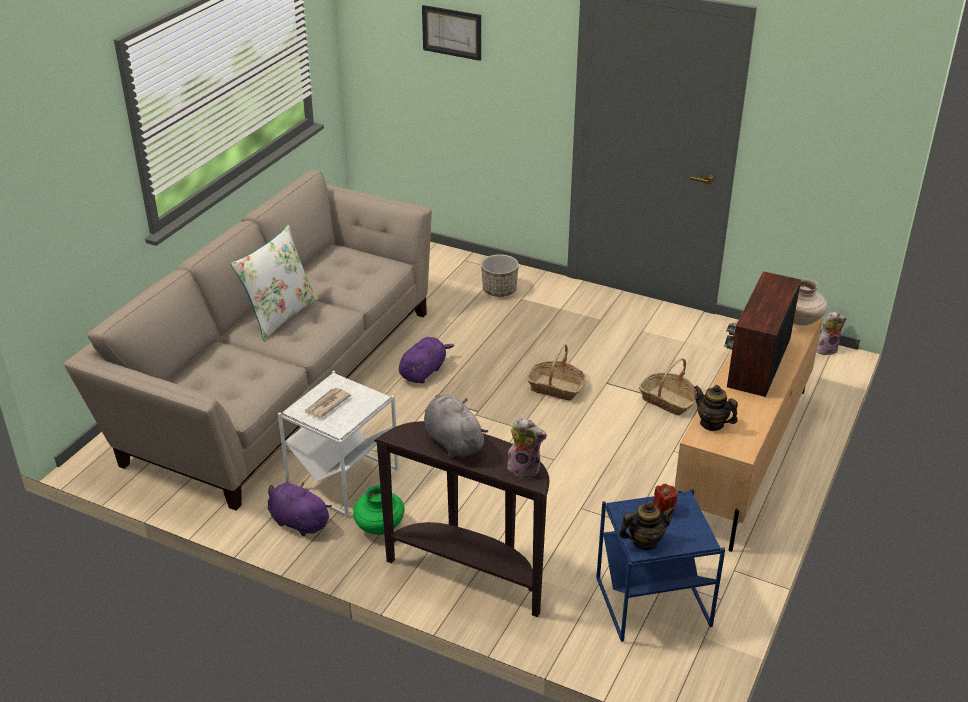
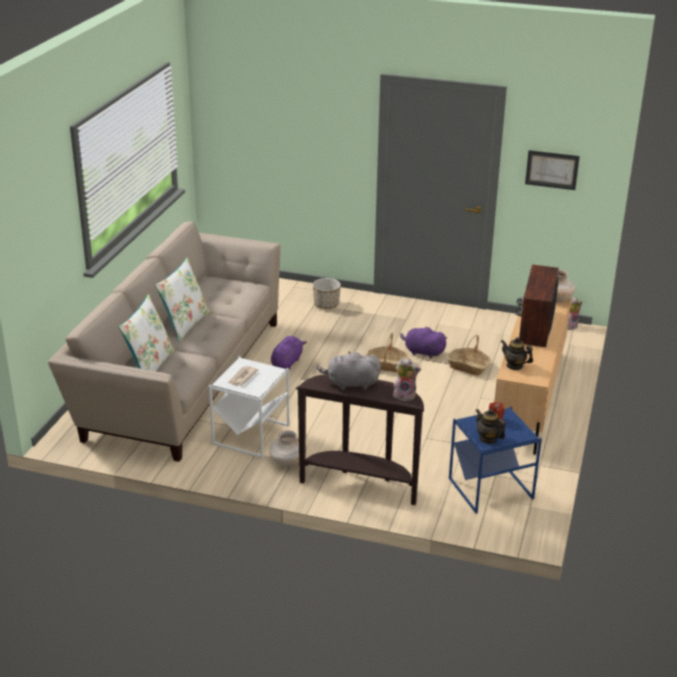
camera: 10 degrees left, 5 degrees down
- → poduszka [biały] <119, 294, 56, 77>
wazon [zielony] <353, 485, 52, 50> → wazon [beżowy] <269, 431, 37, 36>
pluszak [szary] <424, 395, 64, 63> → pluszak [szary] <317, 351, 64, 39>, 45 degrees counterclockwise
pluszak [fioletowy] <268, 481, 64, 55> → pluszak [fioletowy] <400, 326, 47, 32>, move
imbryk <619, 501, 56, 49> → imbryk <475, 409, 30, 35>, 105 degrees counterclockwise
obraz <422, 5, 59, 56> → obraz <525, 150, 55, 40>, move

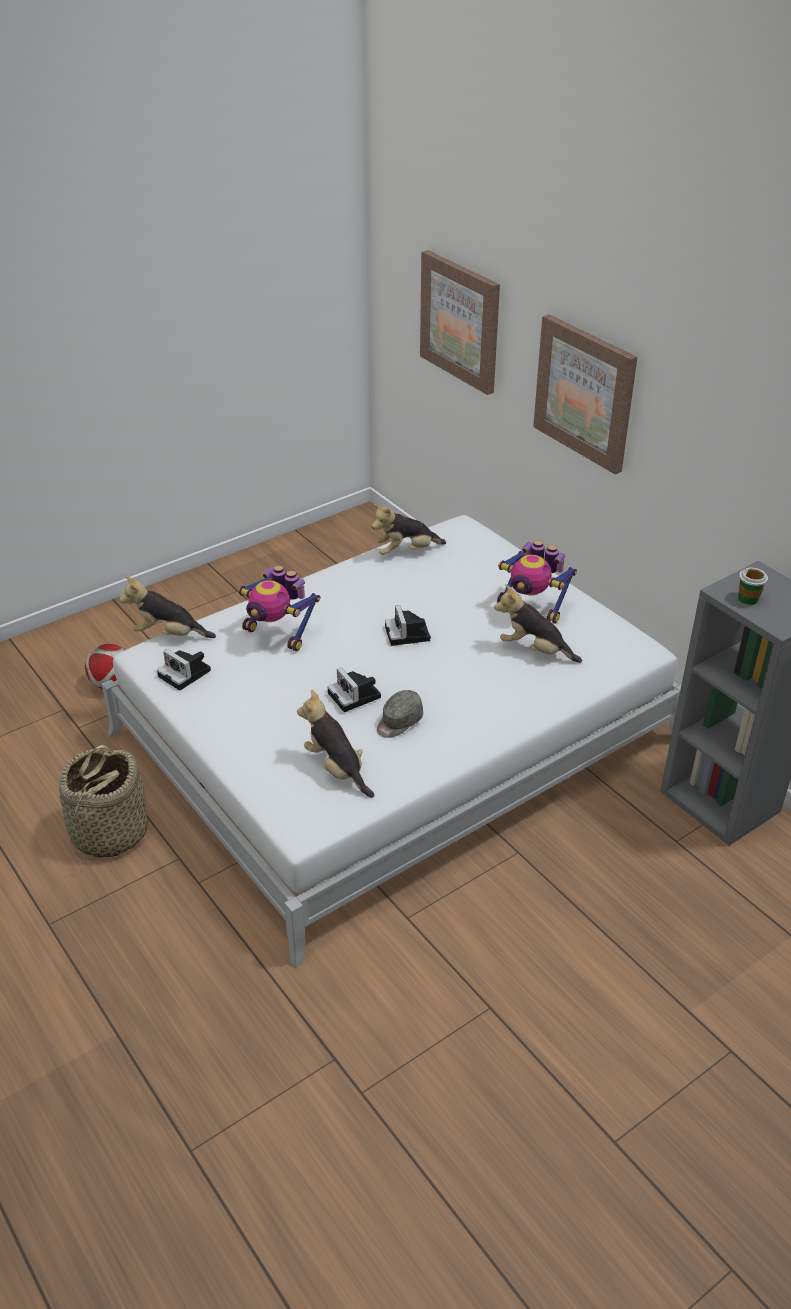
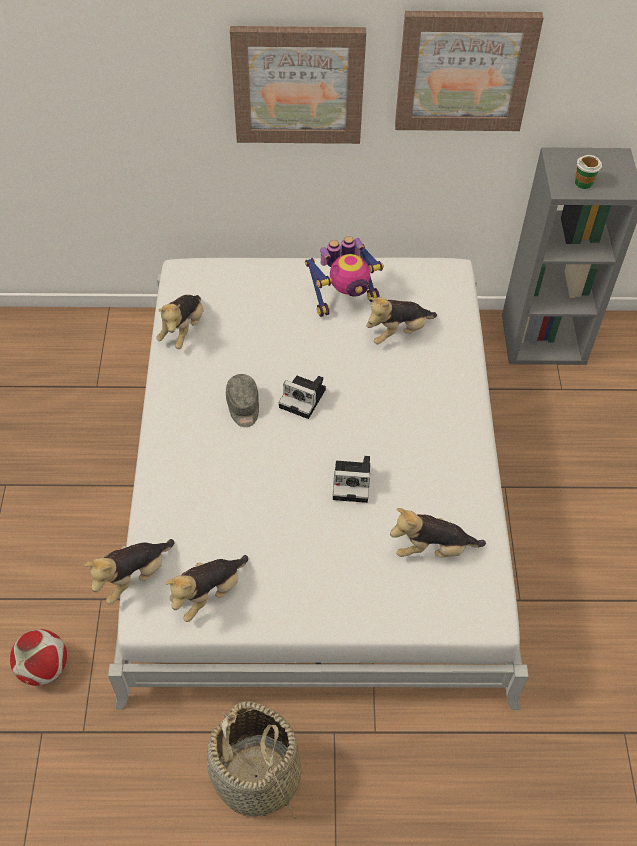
camera: 55 degrees left, 15 degrees up
aparat fotograficzny <157, 649, 54, 42> → pluszak <165, 555, 83, 67>
czapka z daszkiem [szary] <377, 690, 46, 48> → czapka z daszkiem [szary] <226, 374, 33, 53>, move
obraz <420, 250, 80, 145> → obraz <395, 11, 149, 120>, move
robot zabawkowy <239, 565, 81, 86> → -

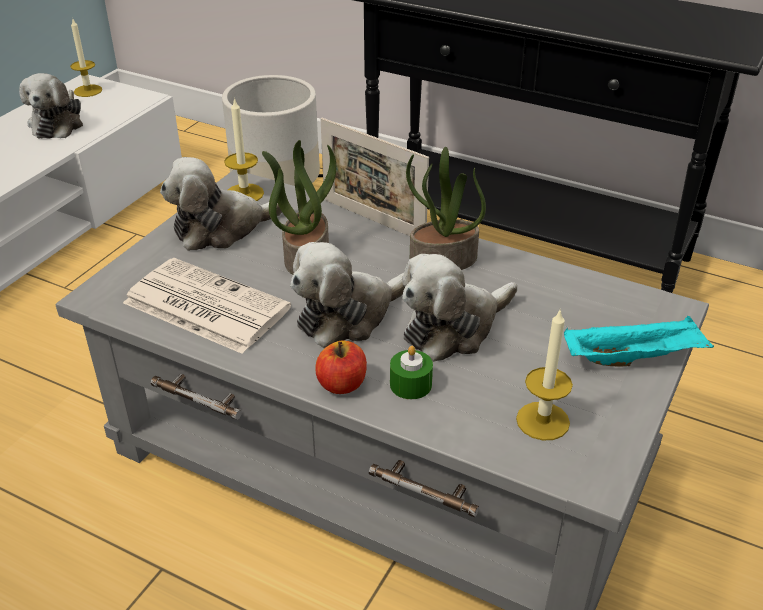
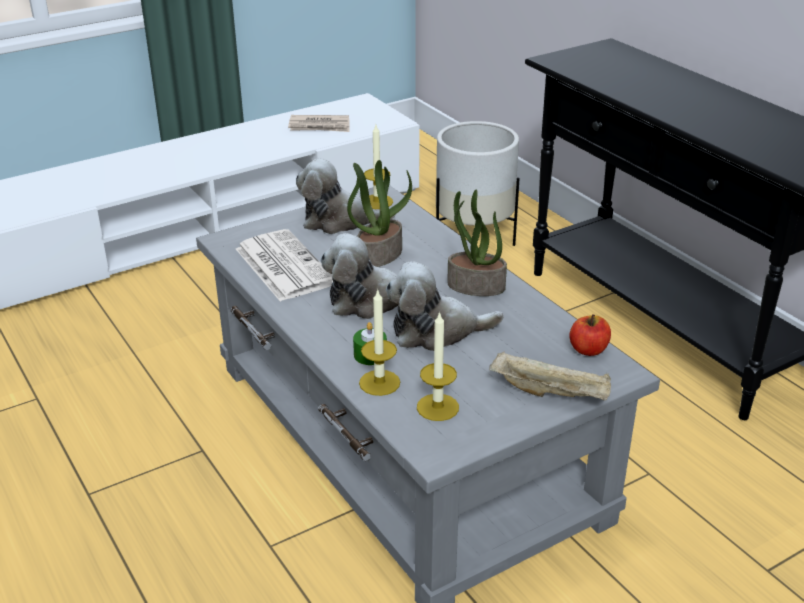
camera: 30 degrees right, 5 degrees down
pluszak <19, 73, 64, 66> → gazeta <288, 115, 62, 17>
świeca <70, 19, 32, 78> → świeca <359, 289, 41, 107>, move
taca [turkusowy] <564, 316, 150, 50> → taca [beżowy] <489, 351, 122, 49>
jabłko <315, 340, 52, 54> → jabłko <569, 314, 42, 42>, move
ramka na zdjęcie <320, 118, 109, 118> → -

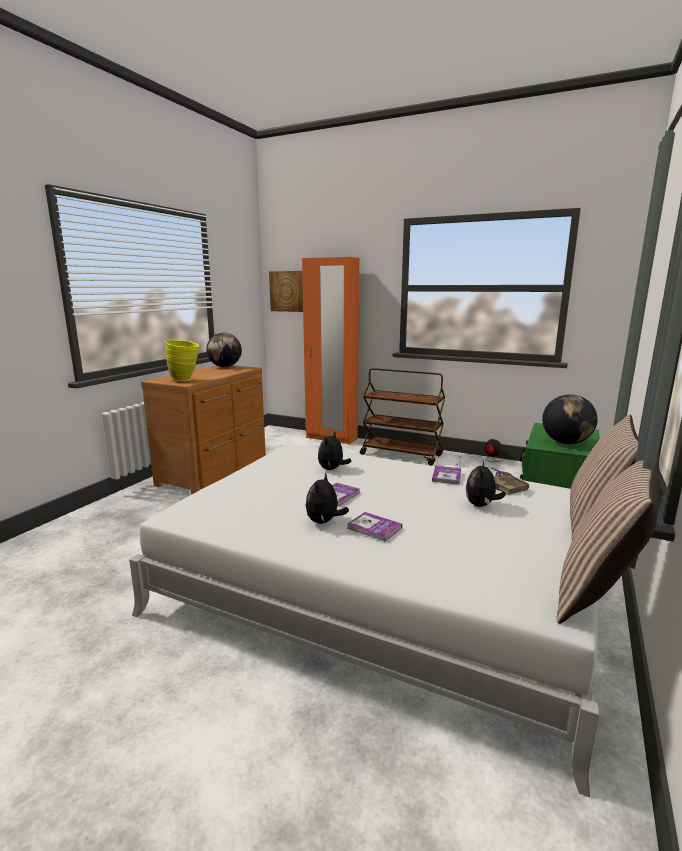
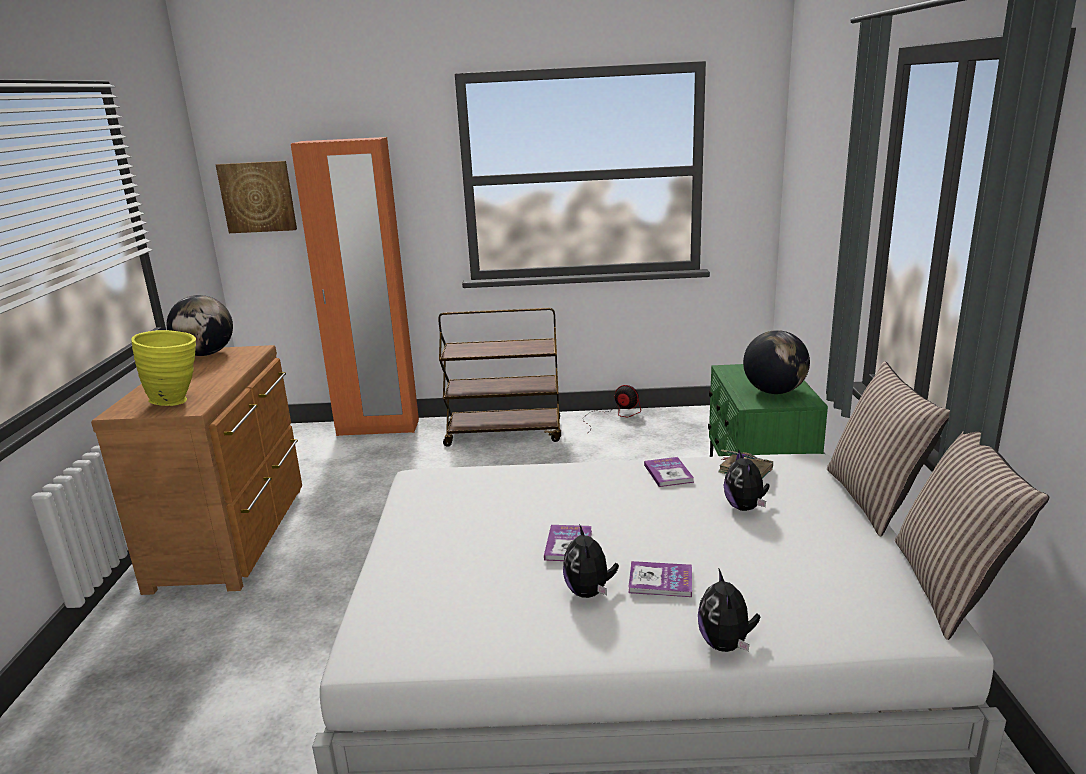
camera: 25 degrees left, 5 degrees up
pluszak <318, 431, 34, 39> → pluszak <698, 569, 63, 83>, move

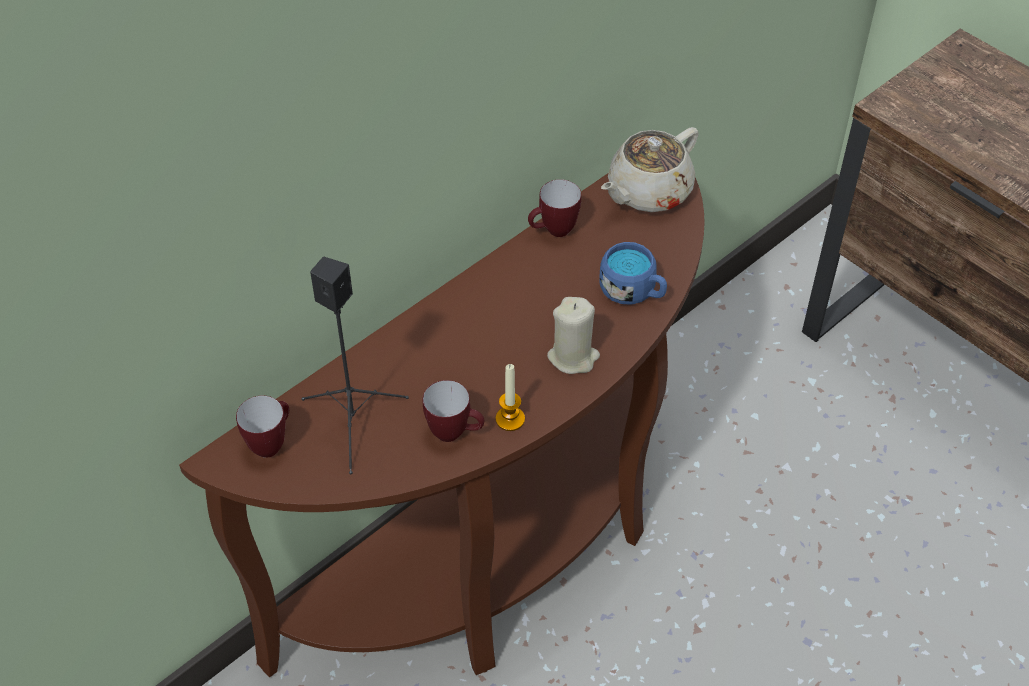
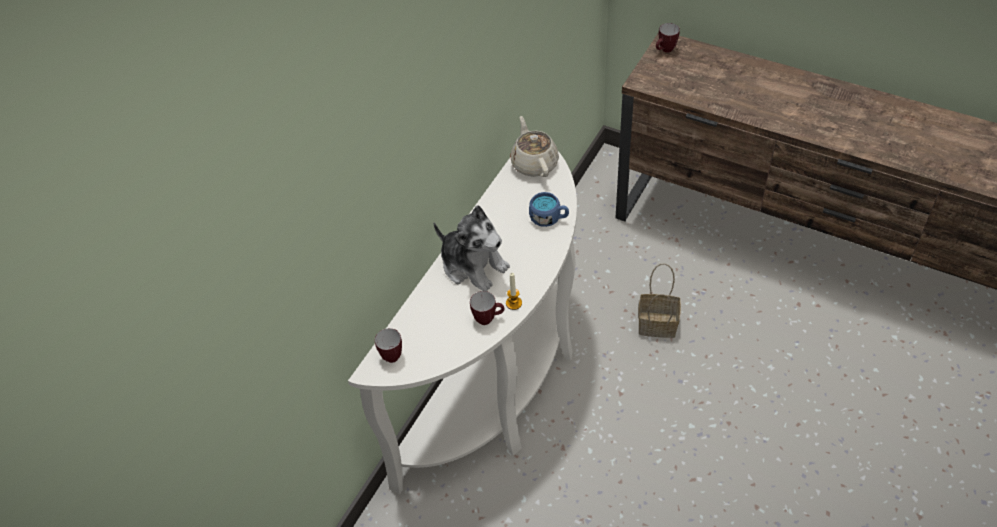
camera: 15 degrees left, 0 degrees up
stolik konsolowy [brązowy] <179, 174, 526, 503> → stolik konsolowy [biały] <348, 152, 229, 343>
- → pluszak <434, 205, 76, 86>
imbryk [beżowy] <601, 127, 98, 85> → imbryk [beżowy] <510, 116, 49, 61>, 135 degrees clockwise
- → koszyk <638, 263, 43, 75>
kubek <528, 179, 53, 58> → kubek <656, 23, 24, 30>, move
głośnik [czarny] <301, 257, 108, 217> → -
świeca [beżowy] <547, 297, 53, 77> → -

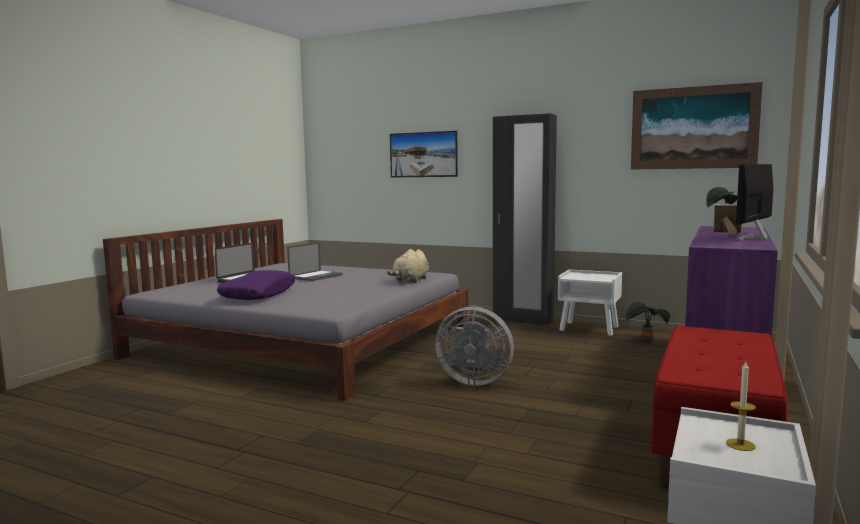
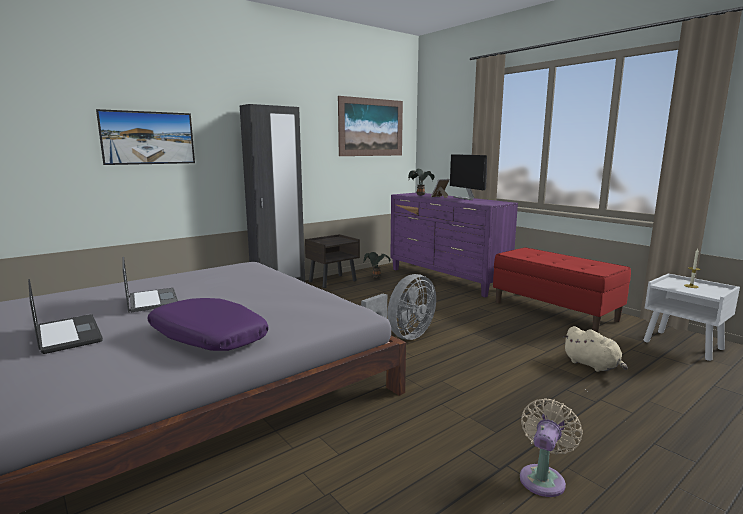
camera: 65 degrees left, 5 degrees up
szafka nocna [biały] <558, 269, 64, 67> → szafka nocna [brązowy] <305, 234, 55, 54>
- → wentylator [beżowy] <520, 398, 63, 99>
pluszak [beżowy] <387, 249, 42, 34> → pluszak [beżowy] <563, 326, 65, 46>, move

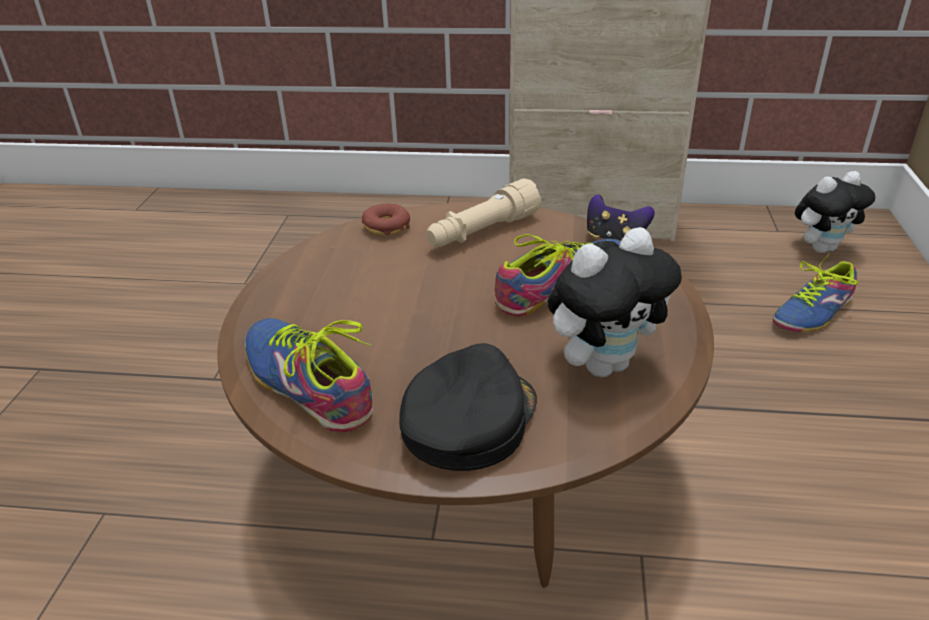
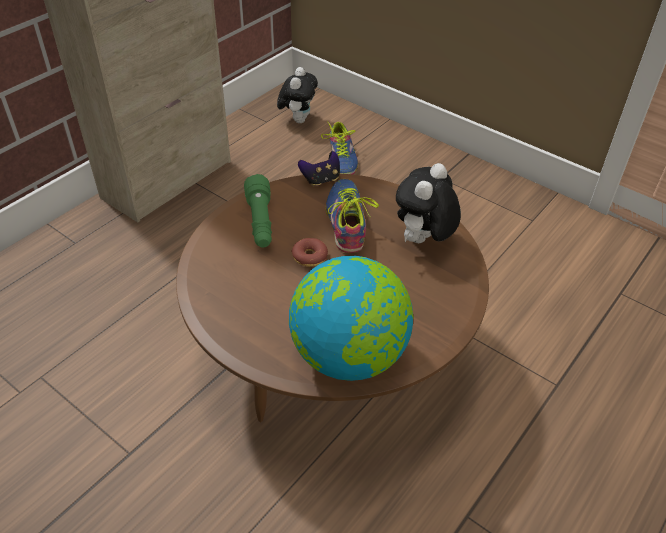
camera: 60 degrees left, 10 degrees up
latarka [beżowy] <426, 179, 116, 68> → latarka [zielony] <244, 174, 28, 74>
but <245, 318, 128, 114> → globus <289, 256, 124, 125>
donut <362, 203, 48, 32> → donut <292, 238, 36, 29>, move
pluszak <547, 227, 135, 150> → pluszak <396, 163, 65, 80>, 150 degrees counterclockwise
czapka z daszkiem [czarny] <399, 343, 138, 128> → -

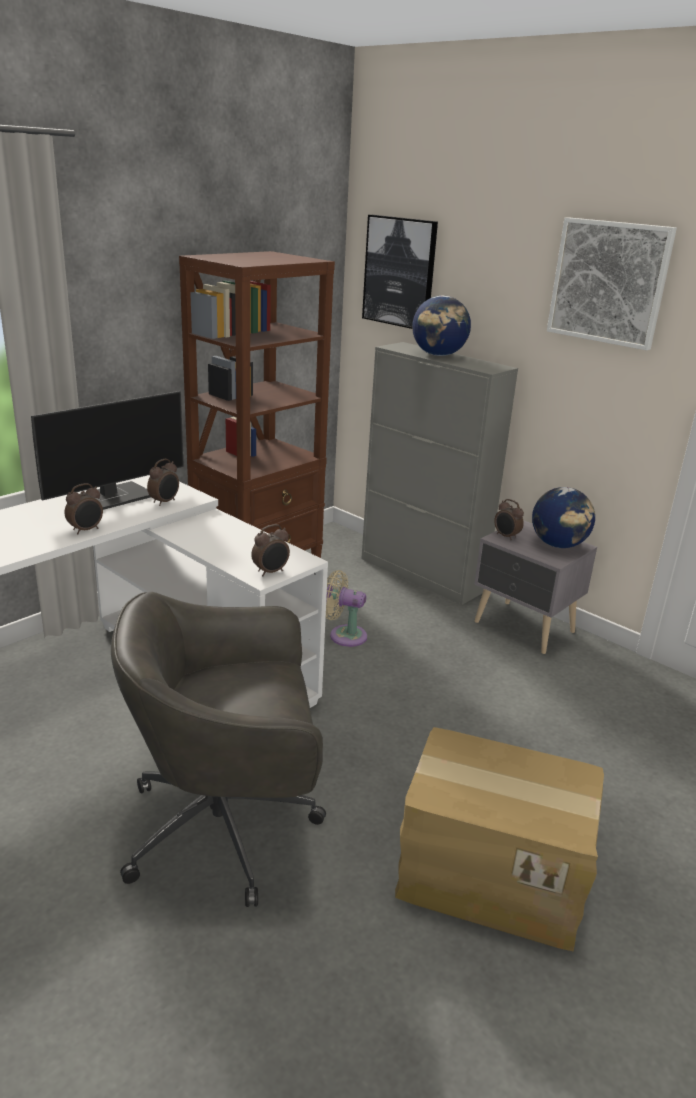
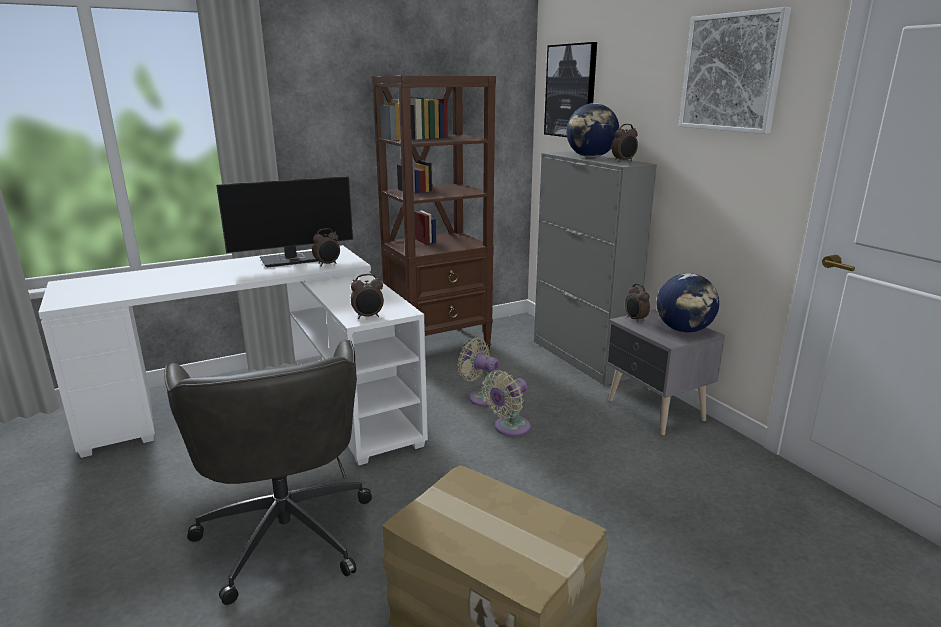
camera: 20 degrees right, 5 degrees down
krzesło biurowe [szary] <111, 592, 215, 315> → krzesło biurowe [szary] <165, 340, 207, 265>, 120 degrees counterclockwise
- → wentylator [beżowy] <482, 370, 49, 66>
budzik <64, 483, 39, 51> → budzik <612, 124, 26, 38>, move

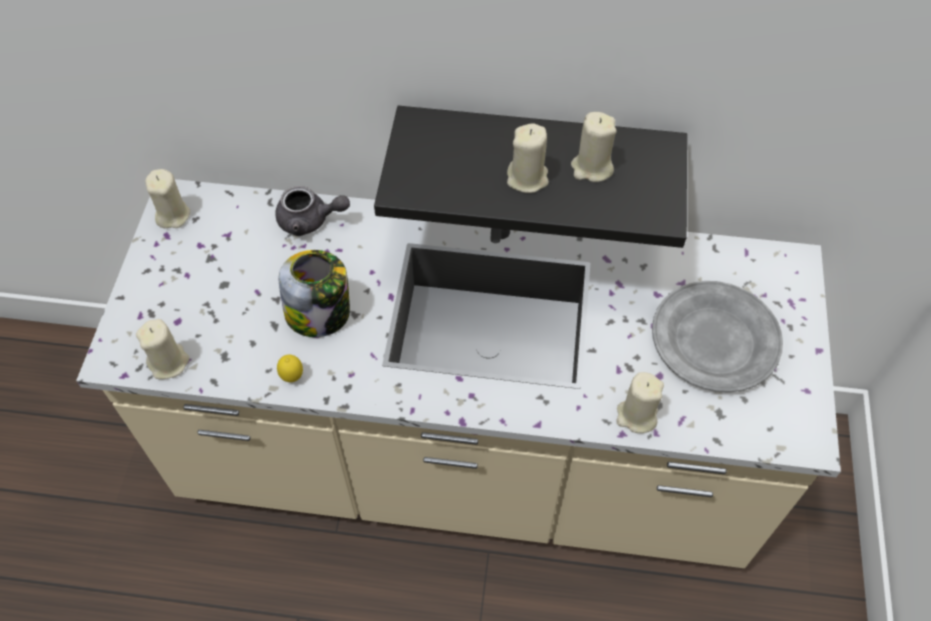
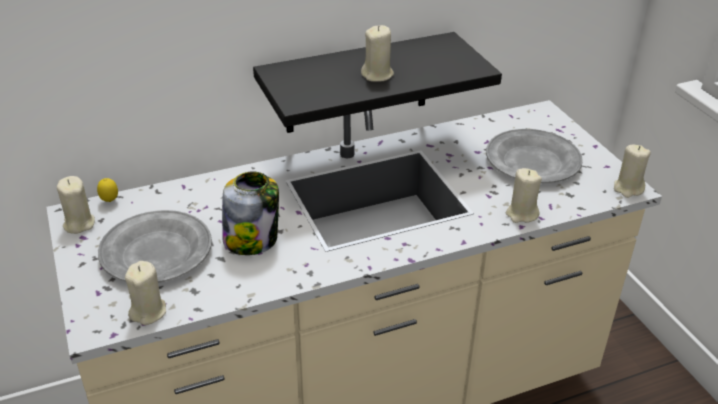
camera: 30 degrees left, 20 degrees down
cytryna <277, 354, 26, 28> → cytryna <97, 178, 21, 24>, move
- → talerz [szary] <98, 210, 114, 73>
świeca [beżowy] <571, 112, 46, 70> → świeca [beżowy] <614, 144, 37, 54>, move
imbryk [szary] <275, 186, 75, 50> → -

